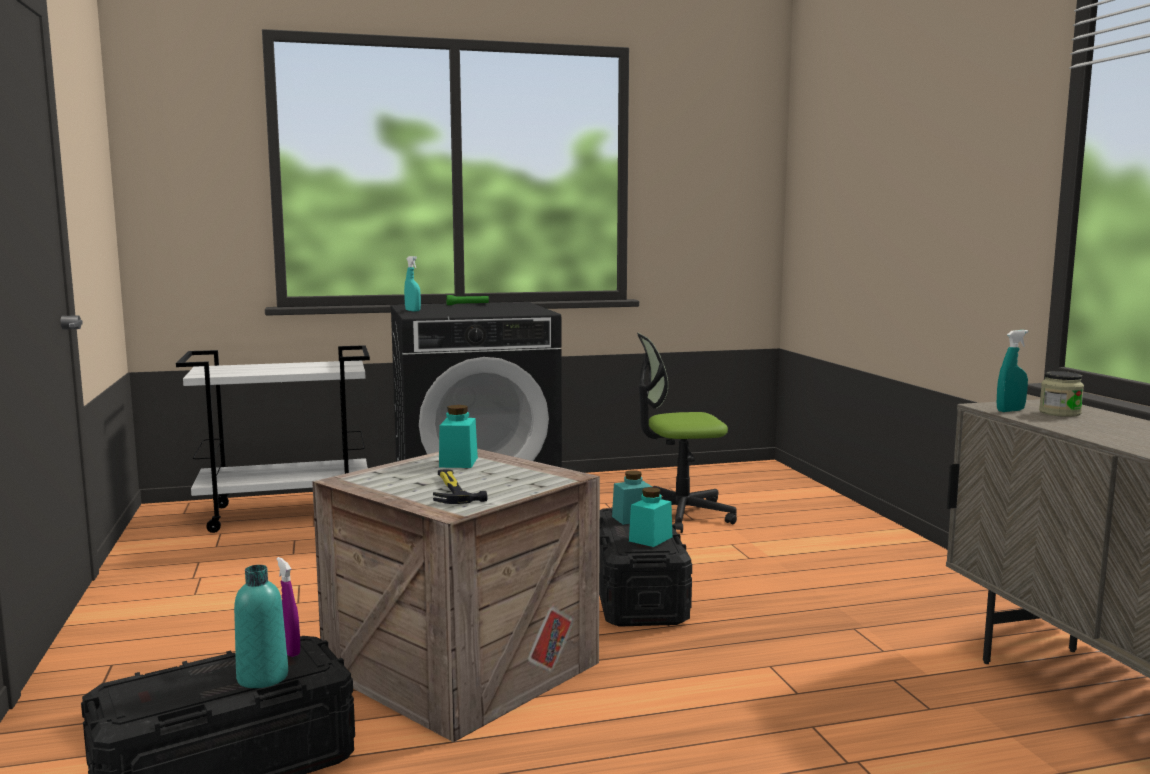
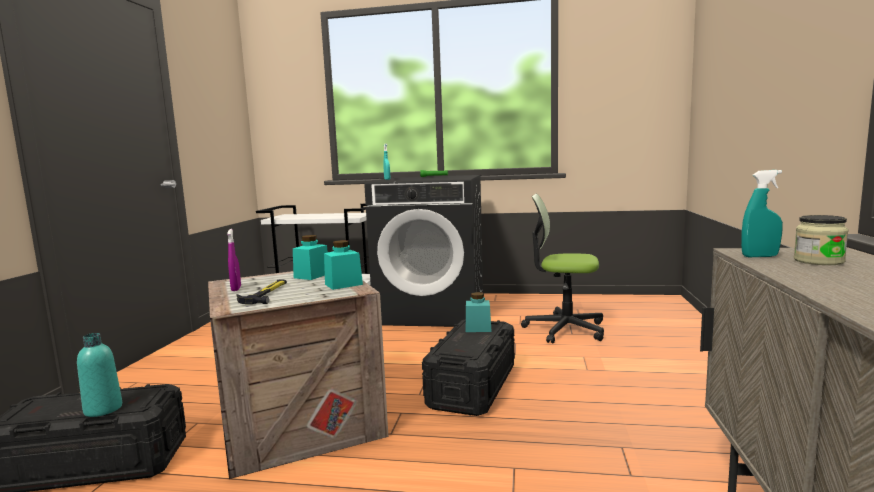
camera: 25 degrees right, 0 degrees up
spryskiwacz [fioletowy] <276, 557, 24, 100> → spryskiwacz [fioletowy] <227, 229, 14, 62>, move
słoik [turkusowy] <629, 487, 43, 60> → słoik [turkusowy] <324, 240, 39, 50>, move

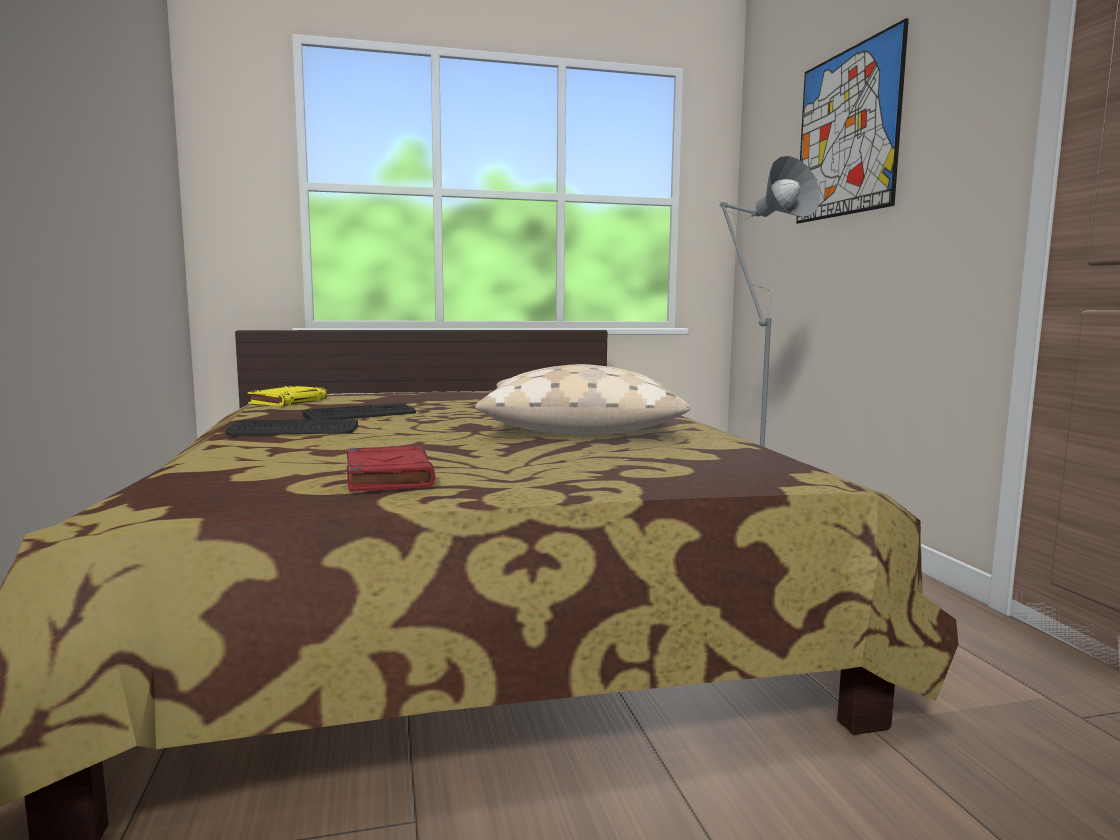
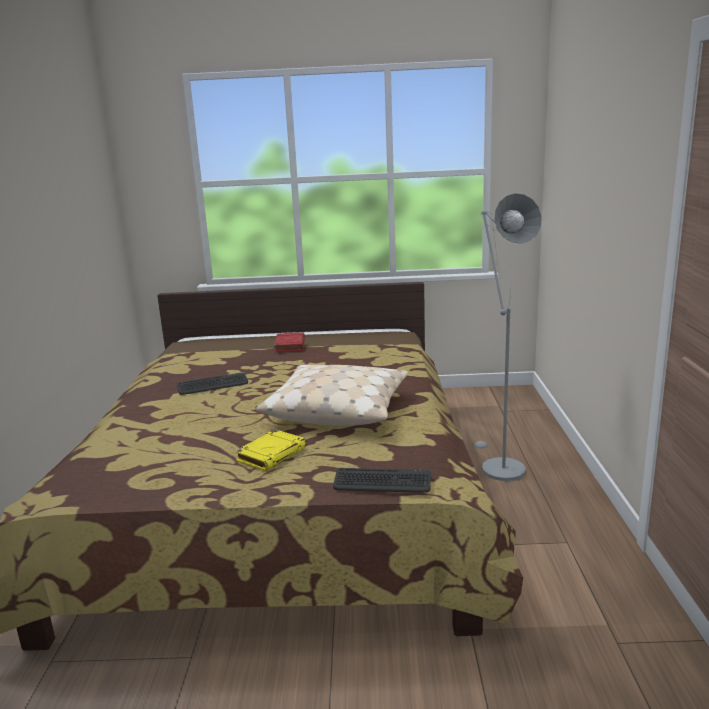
camera: 15 degrees right, 10 degrees up
książka [żółty] <248, 386, 79, 20> → książka [żółty] <235, 429, 71, 42>, move
książka [czerwony] <347, 445, 89, 47> → książka [czerwony] <274, 332, 31, 20>, move
klawiatura <226, 419, 132, 16> → klawiatura <333, 468, 98, 25>, move
obraz <796, 18, 113, 205> → -

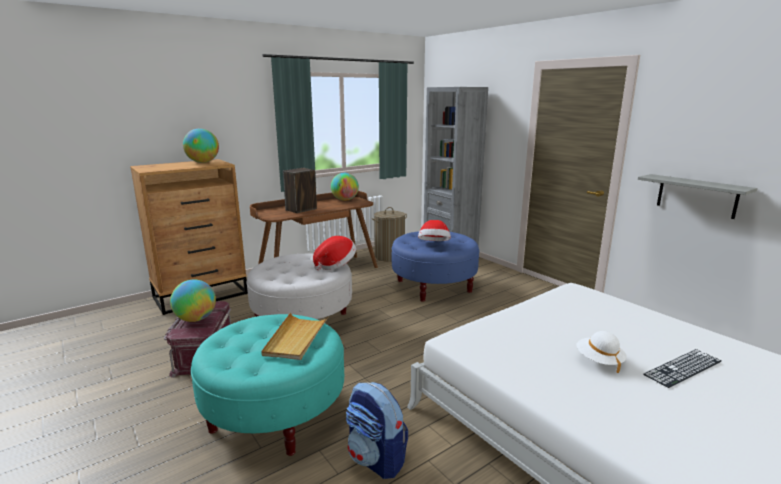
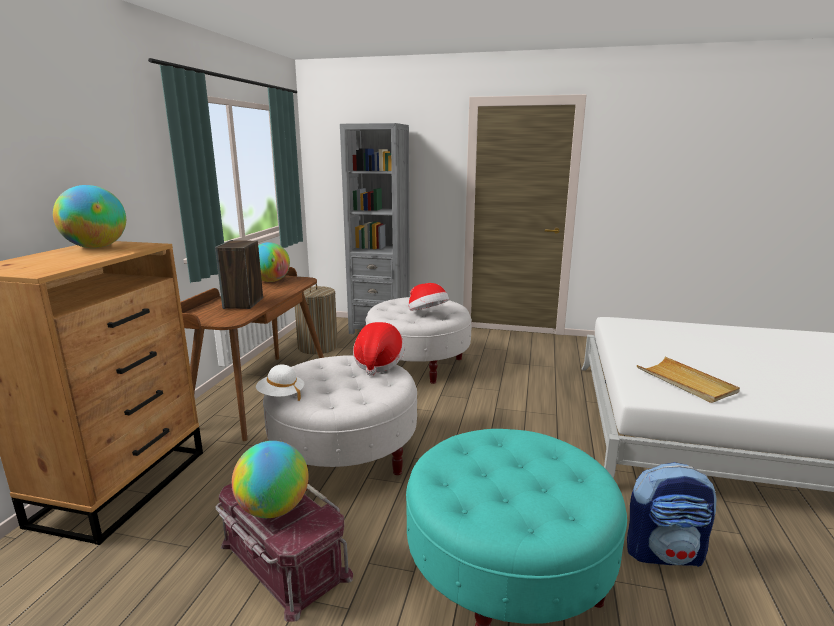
camera: 40 degrees left, 0 degrees up
kapelusz [biały] <576, 331, 51, 42> → kapelusz [biały] <256, 365, 48, 36>, move
pufa [niebieski] <392, 231, 87, 71> → pufa [biały] <366, 297, 106, 87>
taca [beżowy] <261, 313, 68, 47> → taca [beżowy] <637, 357, 103, 46>, move
półka [szary] <638, 174, 120, 45> → -
klawiatura <643, 349, 78, 39> → -

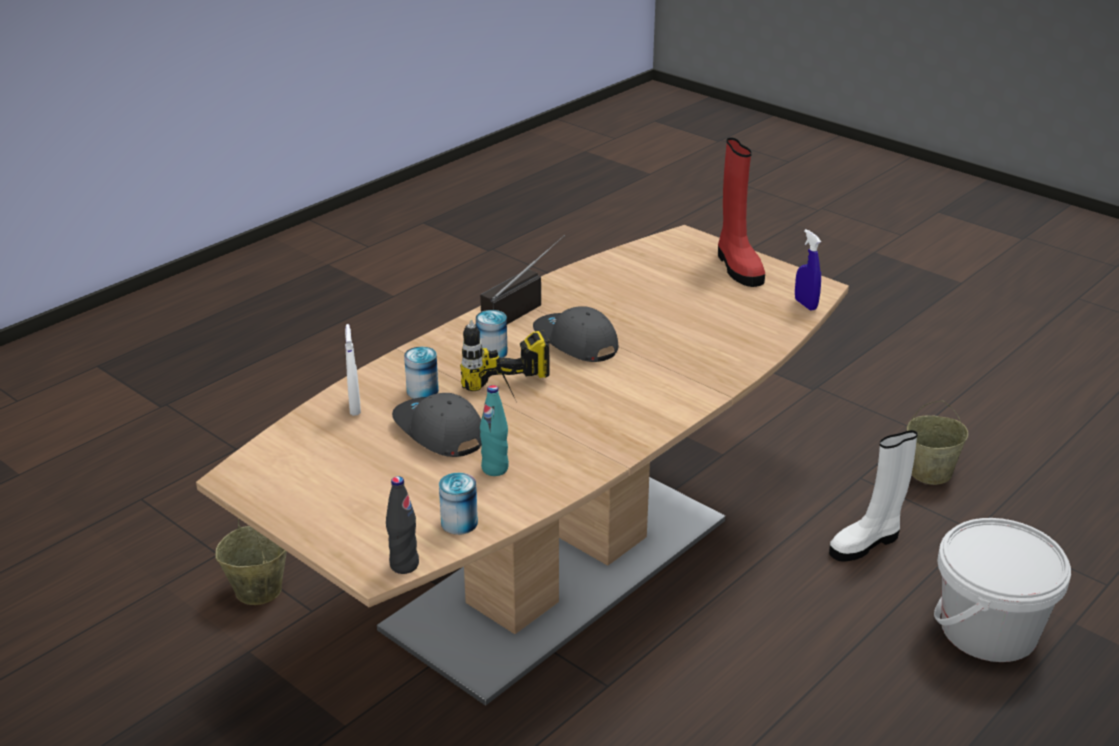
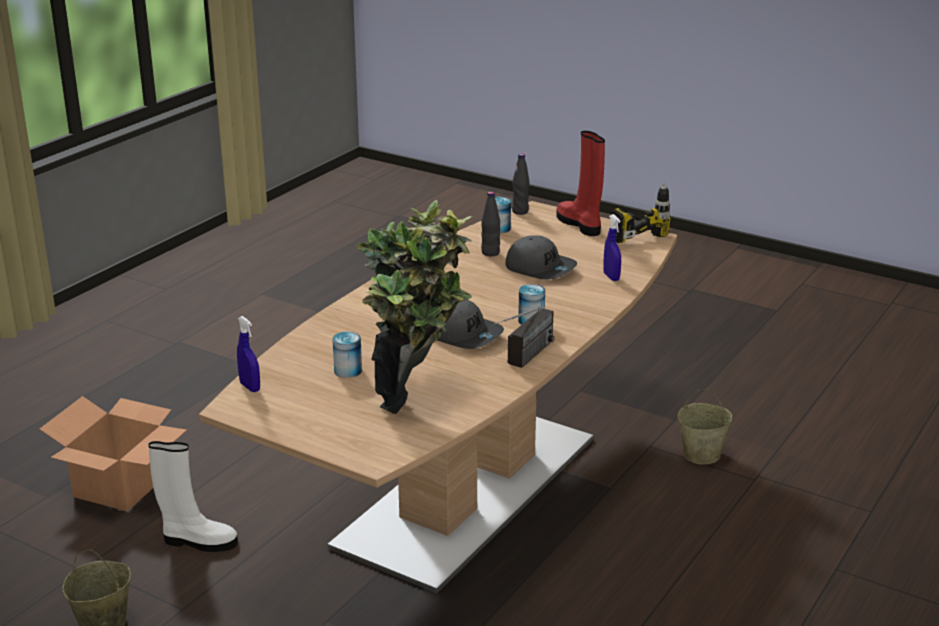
camera: 170 degrees right, 5 degrees down
wiadro [biały] <934, 518, 137, 144> → karton <40, 396, 147, 115>
but z cholewką [biały] <829, 430, 89, 132> → but z cholewką [biały] <148, 441, 90, 111>, 45 degrees clockwise
puszka <404, 346, 35, 53> → puszka <332, 332, 30, 46>, move
- → roślina doniczkowa <357, 200, 115, 214>
butelka [turkusowy] <480, 385, 29, 91> → butelka [czarny] <481, 192, 19, 64>
but z cholewką [czerwony] <718, 138, 47, 149> → but z cholewką [czerwony] <556, 131, 49, 105>, move
spryskiwacz [biały] <345, 324, 16, 92> → spryskiwacz [niebieski] <603, 214, 18, 67>
wiertarka <460, 319, 89, 77> → wiertarka <610, 183, 61, 60>, move

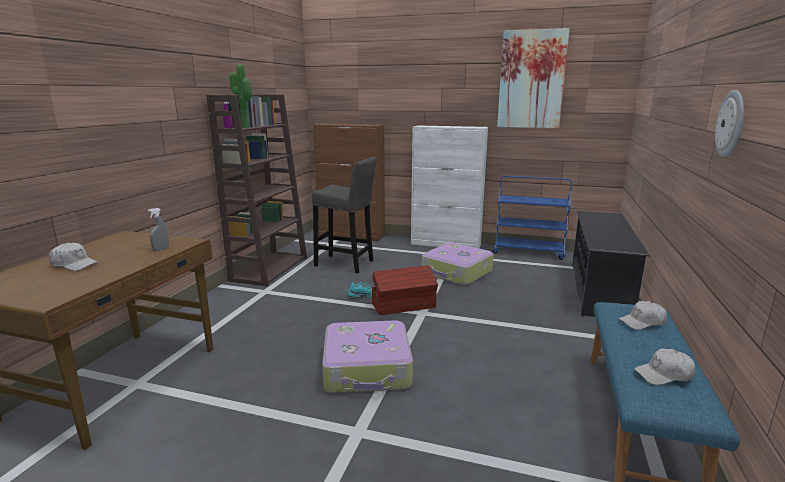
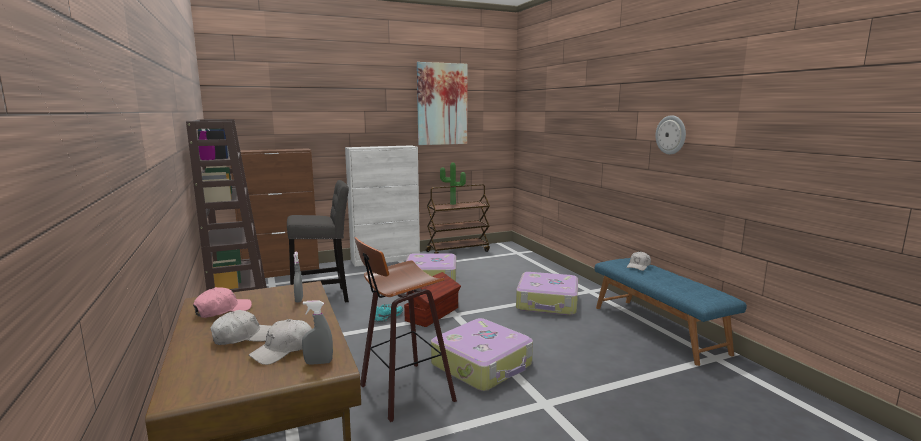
camera: 40 degrees left, 5 degrees down
- → czapka z daszkiem [różowy] <193, 287, 59, 31>
czapka z daszkiem [biały] <634, 348, 62, 37> → czapka z daszkiem [biały] <249, 319, 63, 46>, move
- → spryskiwacz [szary] <302, 300, 31, 64>
- → stołek <354, 237, 103, 185>
wózek [niebieski] <492, 176, 80, 84> → wózek [brązowy] <426, 184, 64, 69>
roślina doniczkowa <230, 64, 22, 64> → roślina doniczkowa <440, 162, 26, 43>, move
- → walizka <516, 272, 62, 43>
regał na buty [czarny] <572, 211, 78, 106> → -

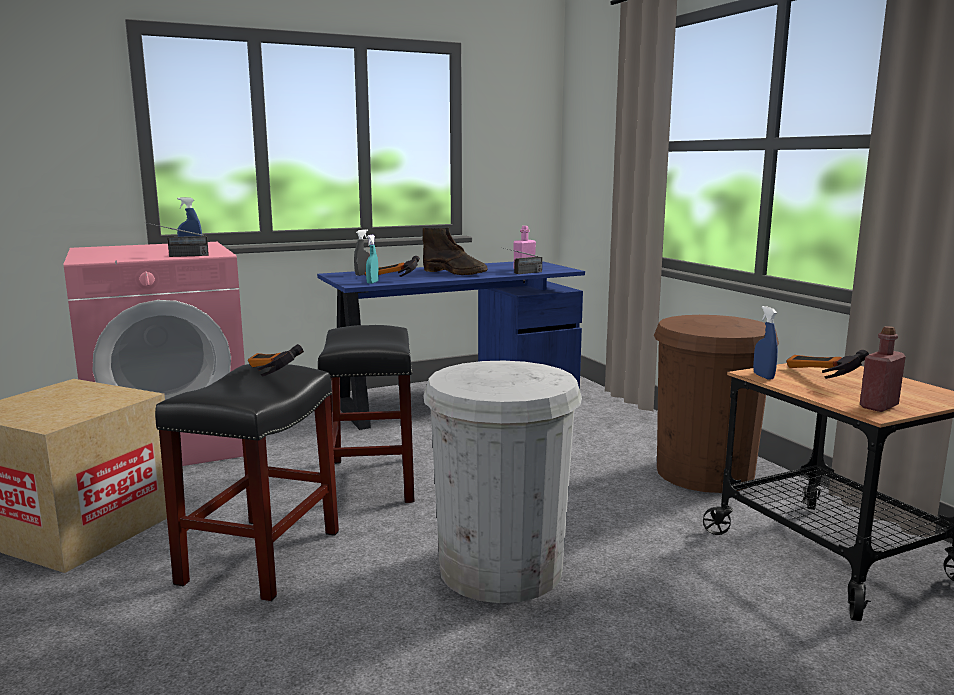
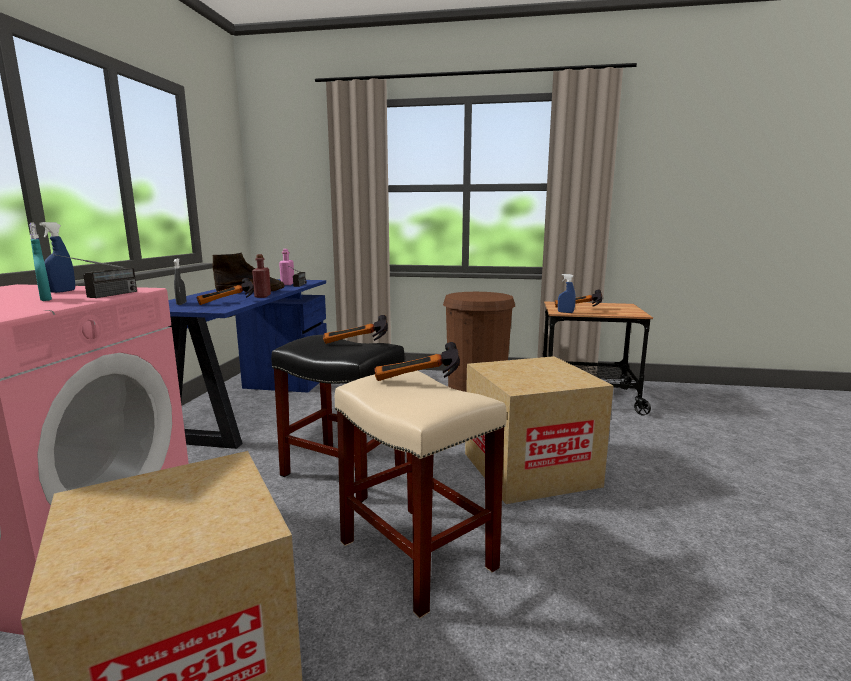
camera: 55 degrees left, 0 degrees up
spryskiwacz [turkusowy] <366, 235, 13, 49> → spryskiwacz [turkusowy] <29, 222, 23, 79>, move
butelka [czerwony] <860, 326, 46, 86> → butelka [czerwony] <252, 254, 19, 44>, move
- → młotek <323, 315, 65, 29>
stołek [czarny] <155, 364, 184, 237> → stołek [beżowy] <335, 371, 172, 247>
kosz na śmieci [biały] <423, 361, 159, 242> → karton <465, 356, 149, 148>

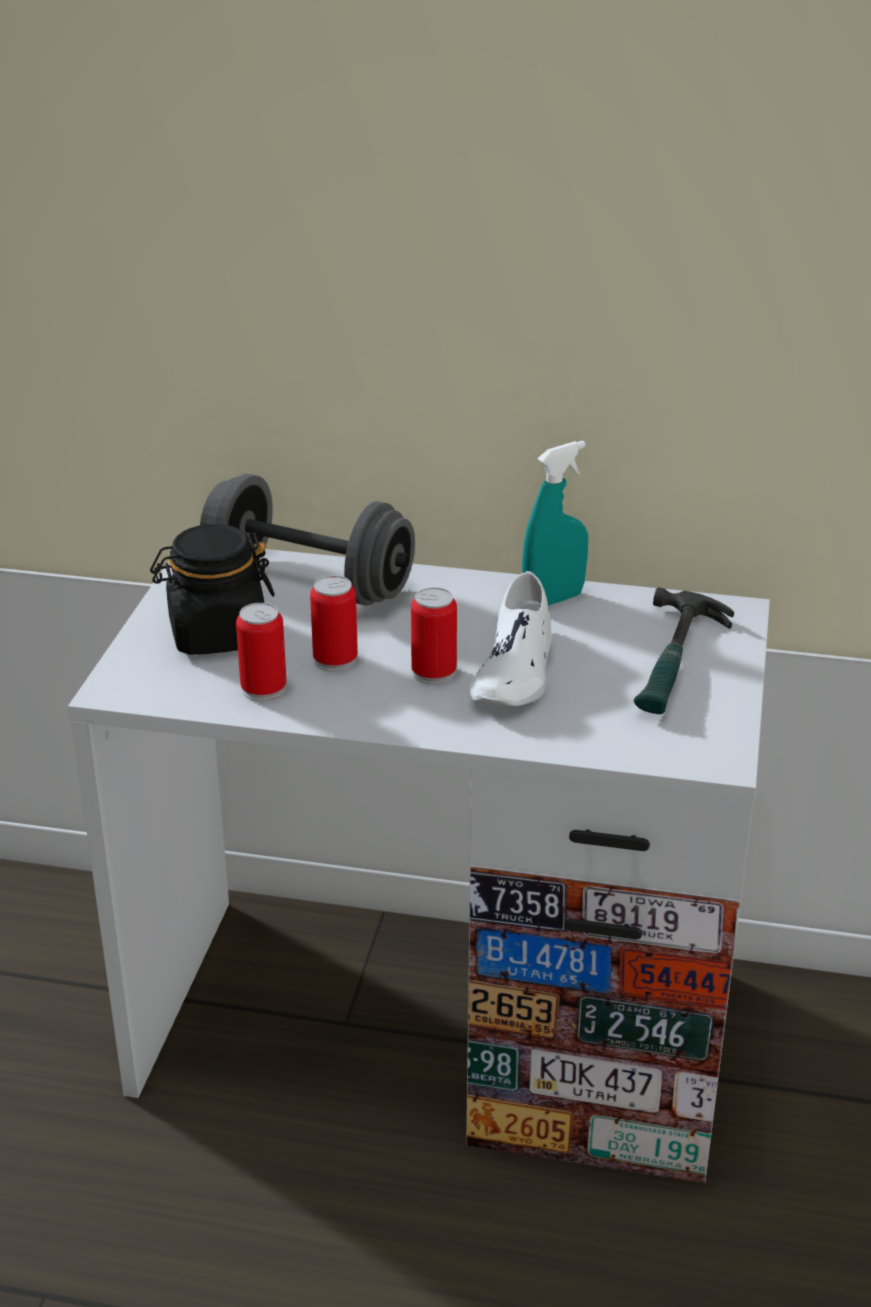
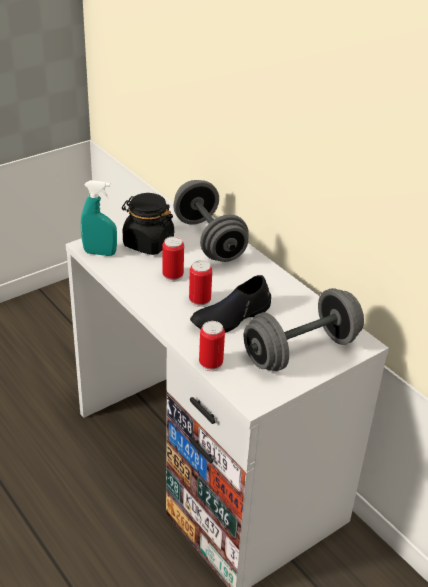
camera: 40 degrees right, 5 degrees up
spryskiwacz [turkusowy] <522, 441, 66, 165> → spryskiwacz [turkusowy] <81, 180, 36, 76>, move
but [biały] <470, 571, 82, 135> → but [czarny] <190, 275, 81, 58>
puszka <236, 603, 50, 98> → puszka <199, 321, 26, 50>, move
młotek <634, 587, 100, 127> → hantel [szary] <244, 288, 120, 83>

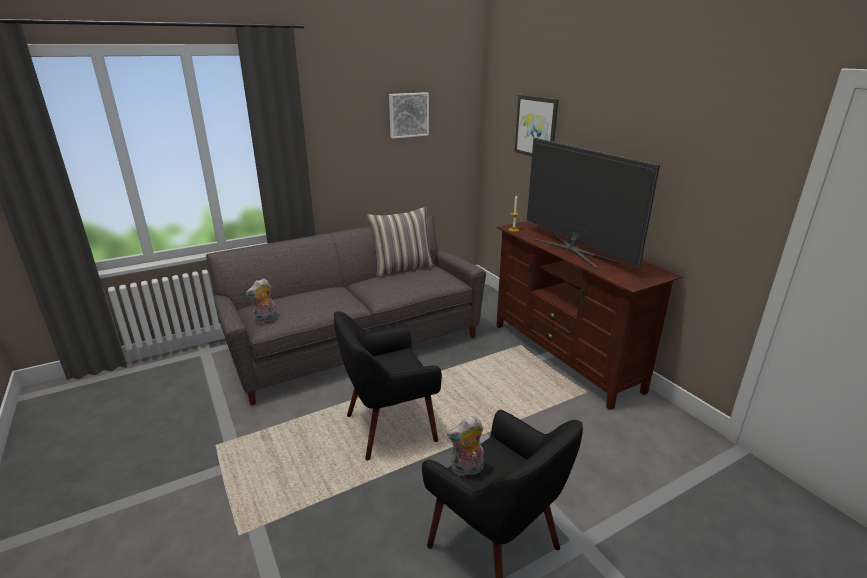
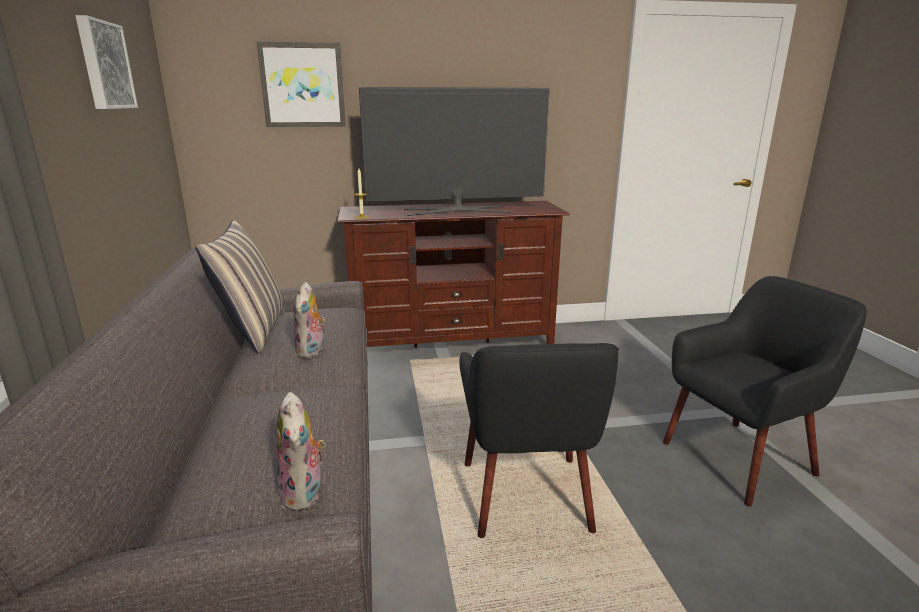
camera: 70 degrees left, 5 degrees down
pluszak <447, 416, 37, 61> → pluszak <293, 282, 33, 76>, move

